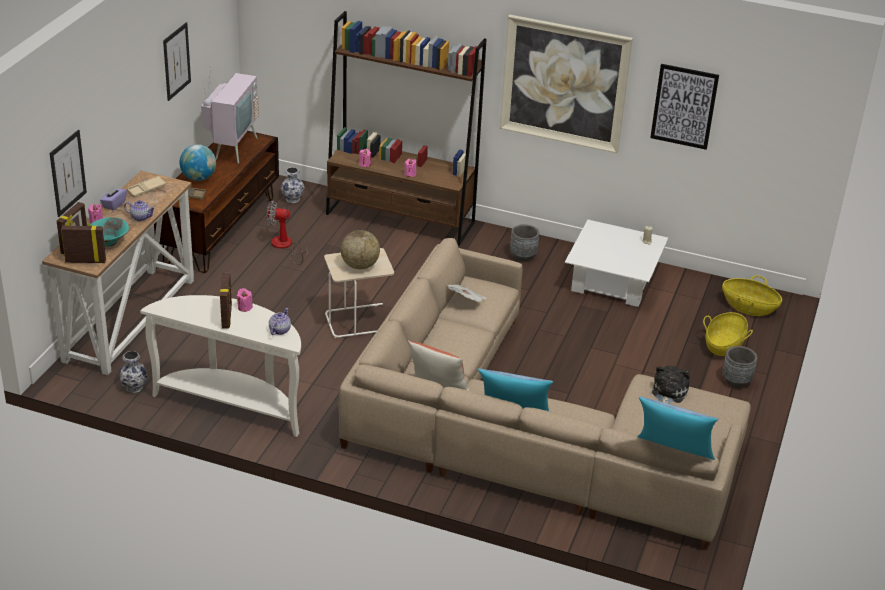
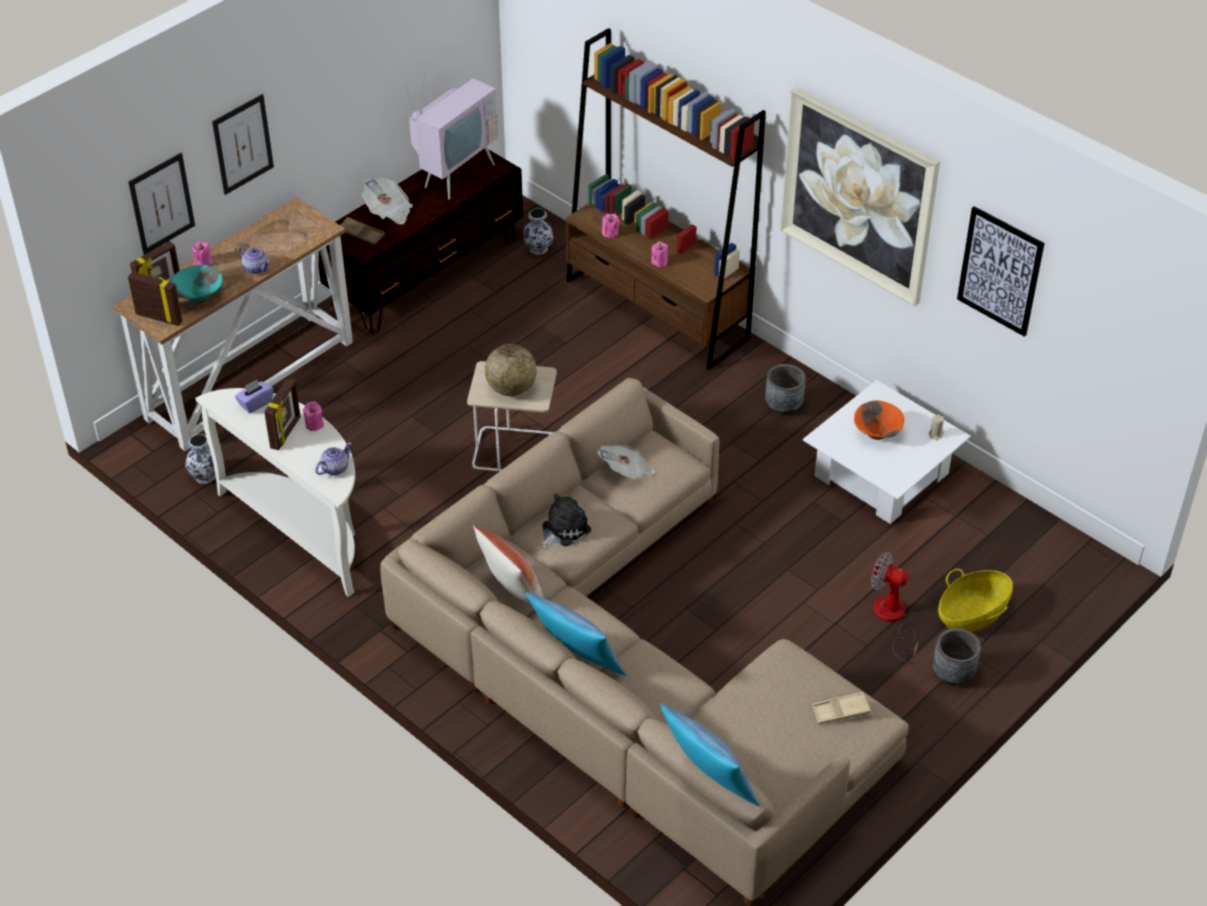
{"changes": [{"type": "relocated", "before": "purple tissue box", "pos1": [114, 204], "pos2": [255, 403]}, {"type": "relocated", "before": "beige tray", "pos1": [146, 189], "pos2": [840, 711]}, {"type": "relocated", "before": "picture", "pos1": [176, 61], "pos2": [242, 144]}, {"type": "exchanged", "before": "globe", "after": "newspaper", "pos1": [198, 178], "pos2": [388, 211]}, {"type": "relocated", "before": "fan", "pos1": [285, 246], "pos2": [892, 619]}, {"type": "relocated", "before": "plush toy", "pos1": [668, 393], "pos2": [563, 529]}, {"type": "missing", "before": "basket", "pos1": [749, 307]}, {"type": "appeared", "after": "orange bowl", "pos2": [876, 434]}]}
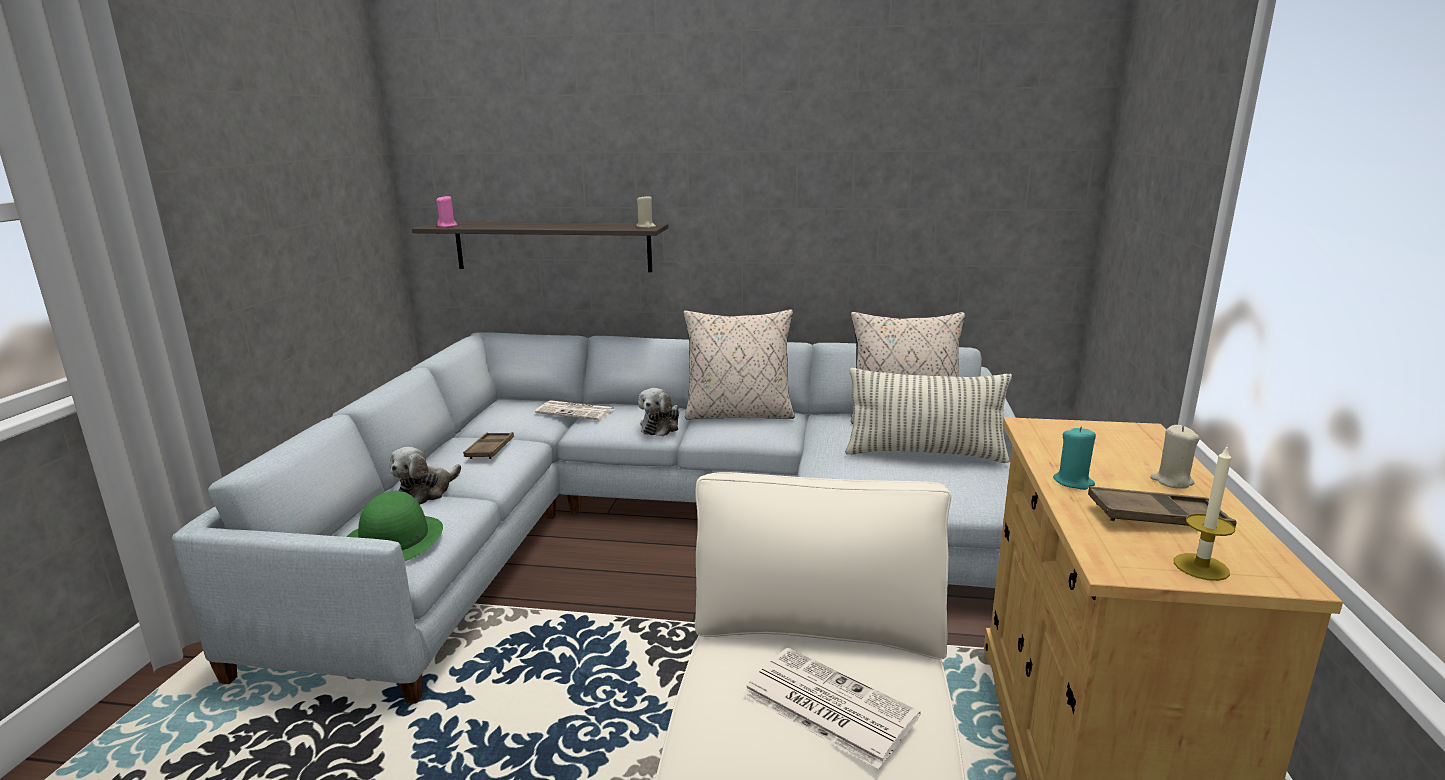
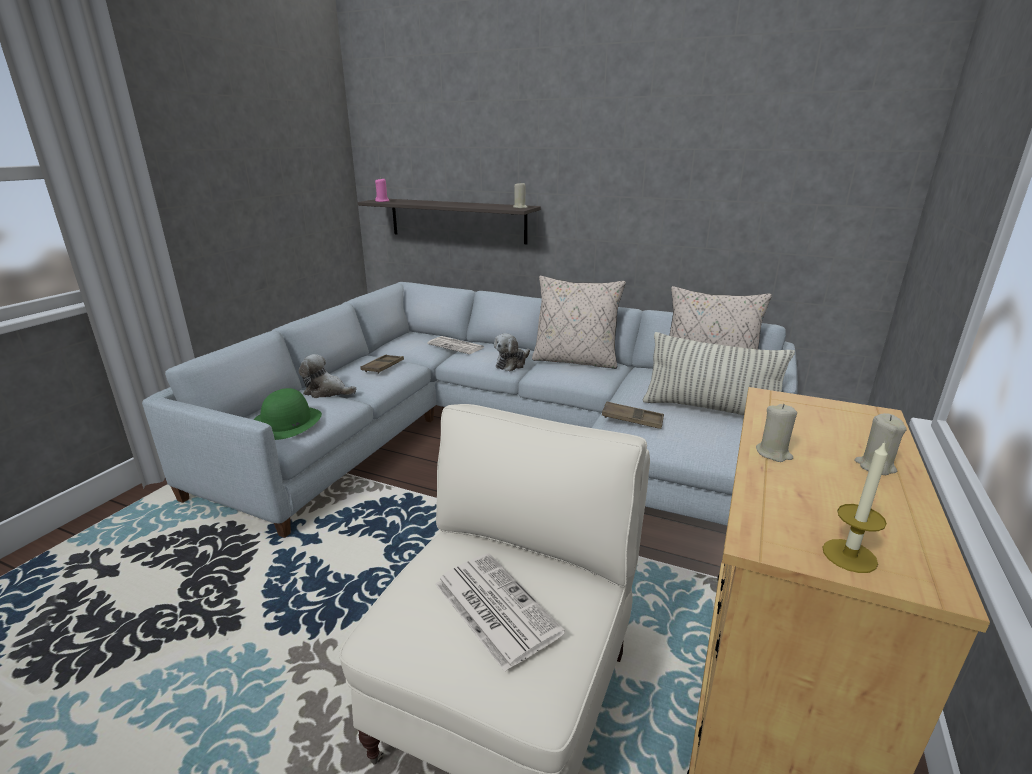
{"changes": [{"type": "spun", "before": "plush toy", "pos1": [426, 492], "pos2": [326, 391], "turn": 60}, {"type": "colour", "before": "turquoise candle", "after": "beige candle", "pos1": [1073, 482], "pos2": [773, 453]}, {"type": "relocated", "before": "brown tray", "pos1": [1157, 517], "pos2": [632, 419]}]}
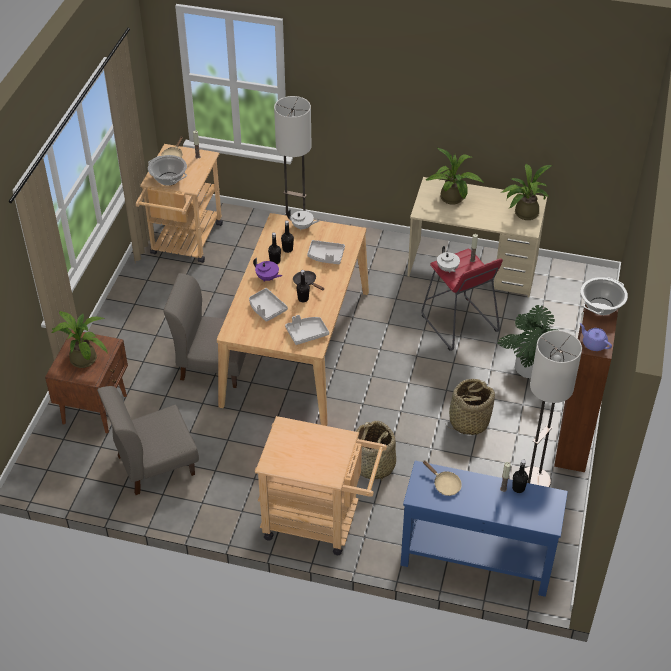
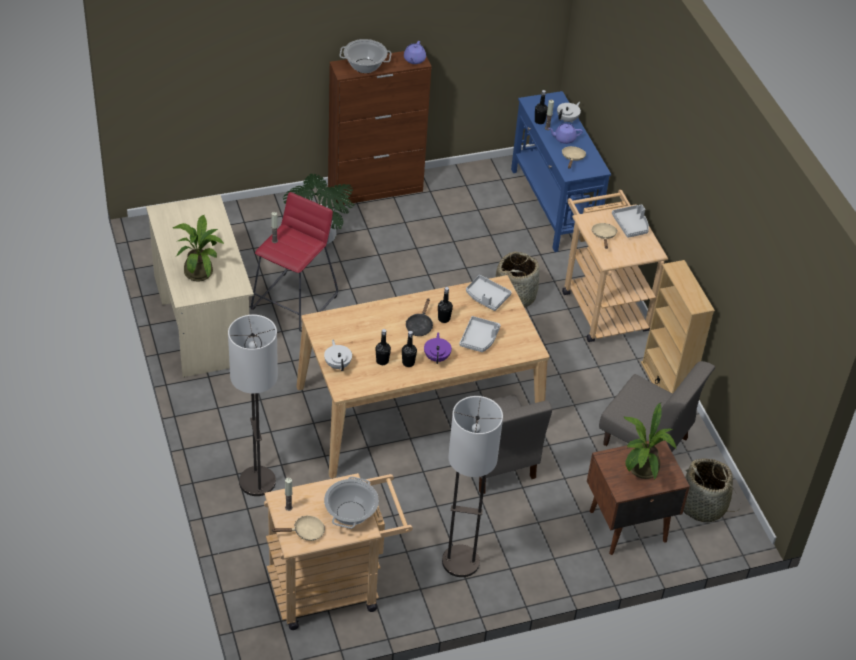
{"changes": [{"type": "relocated", "before": "grey tray", "pos1": [326, 256], "pos2": [631, 225]}, {"type": "relocated", "before": "white teapot", "pos1": [447, 269], "pos2": [567, 119]}, {"type": "relocated", "before": "basket", "pos1": [468, 421], "pos2": [703, 506]}, {"type": "missing", "before": "potted plant", "pos1": [523, 213]}, {"type": "relocated", "before": "floor lamp", "pos1": [533, 481], "pos2": [460, 562]}, {"type": "appeared", "after": "purple teapot", "pos2": [564, 138]}, {"type": "appeared", "after": "beige frying pan", "pos2": [604, 236]}, {"type": "appeared", "after": "beige bookcase", "pos2": [665, 385]}]}
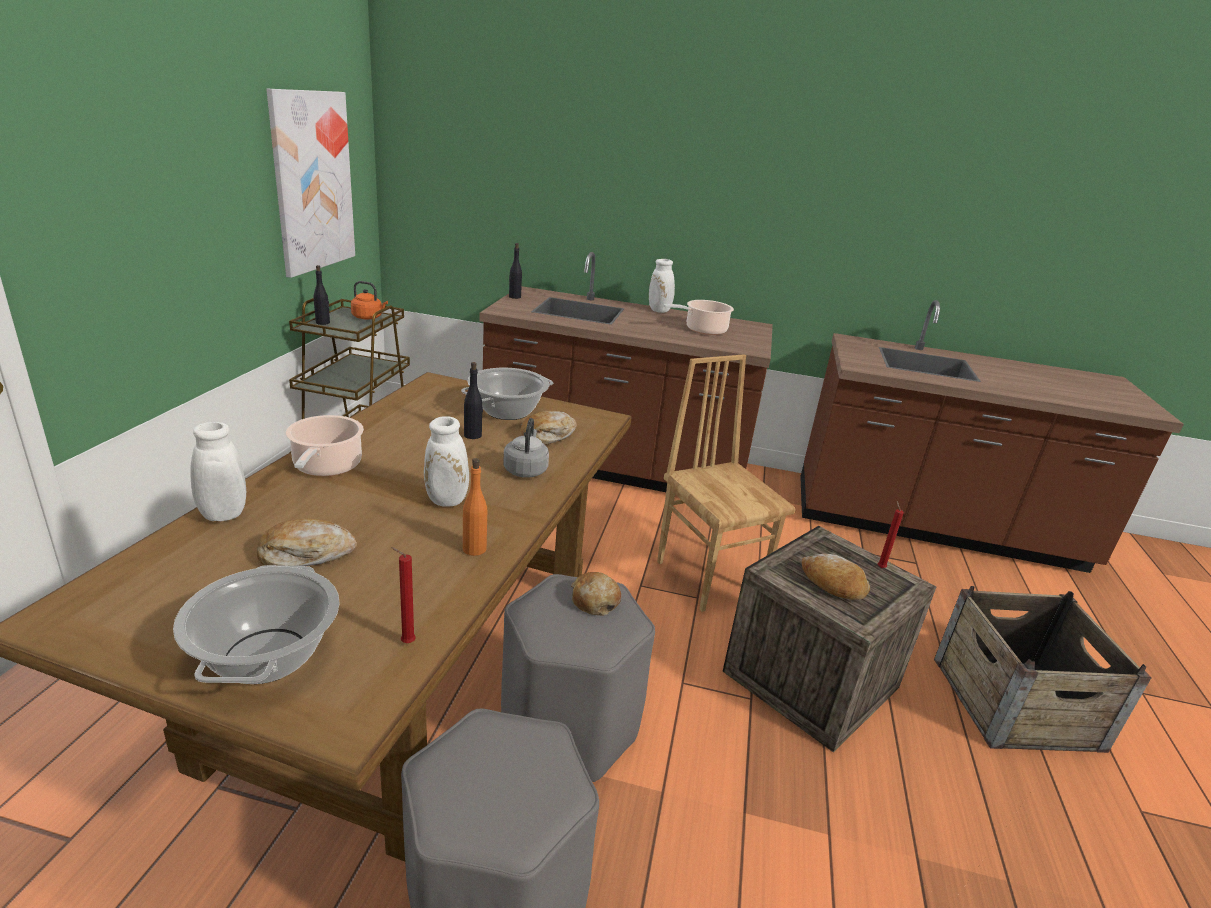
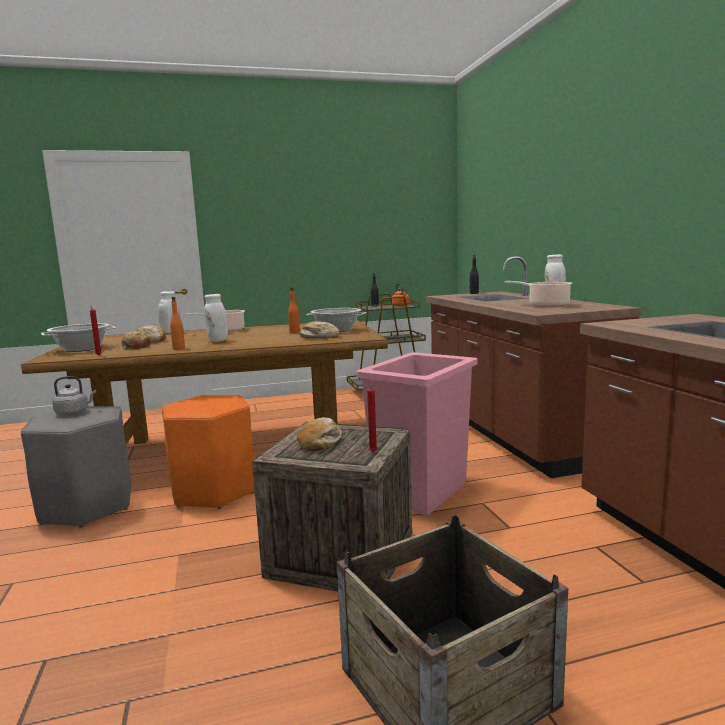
{"changes": [{"type": "missing", "before": "picture", "pos1": [312, 182]}, {"type": "colour", "before": "black bottle", "after": "orange bottle", "pos1": [473, 435], "pos2": [295, 332]}, {"type": "colour", "before": "grey stool", "after": "orange stool", "pos1": [569, 729], "pos2": [213, 491]}, {"type": "relocated", "before": "grey kettle", "pos1": [526, 470], "pos2": [74, 413]}, {"type": "relocated", "before": "bread", "pos1": [594, 601], "pos2": [136, 347]}, {"type": "exchanged", "before": "brown chair", "after": "pink trash can", "pos1": [710, 577], "pos2": [422, 491]}]}
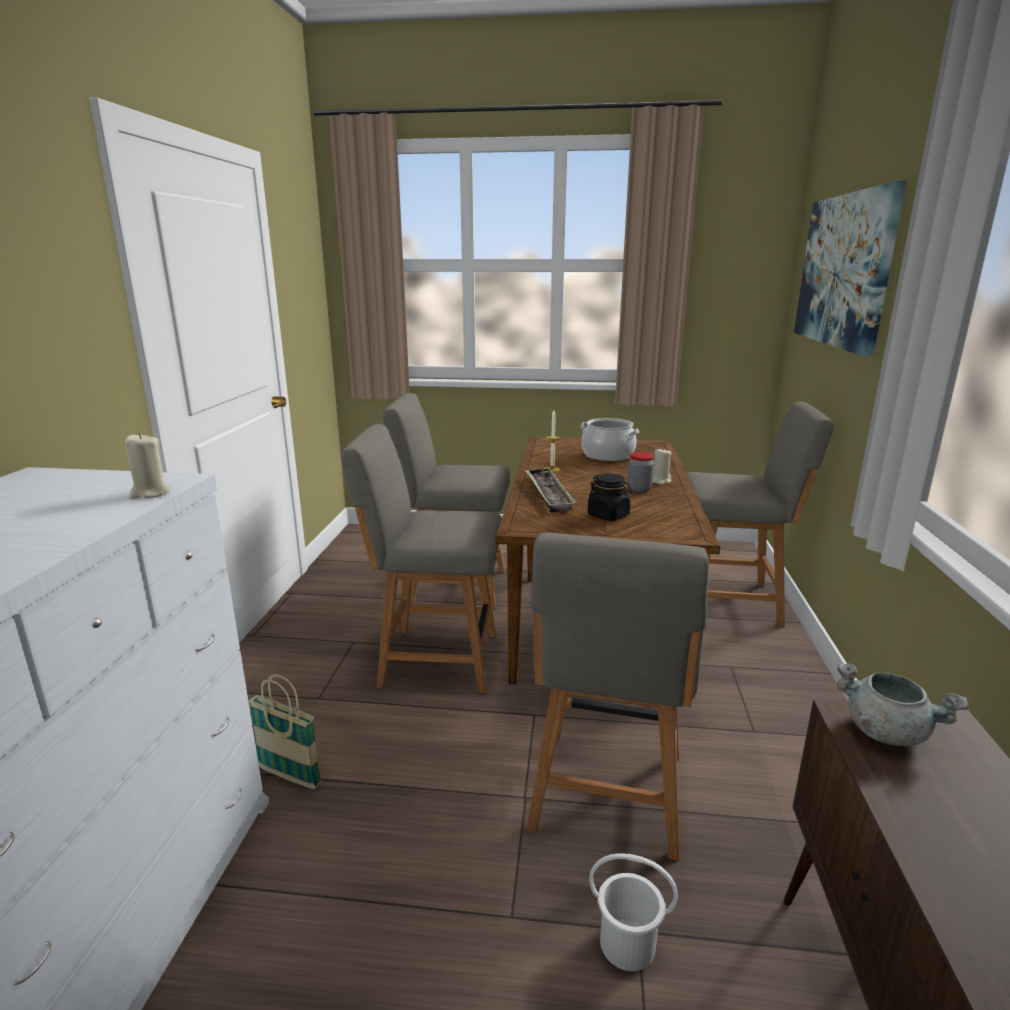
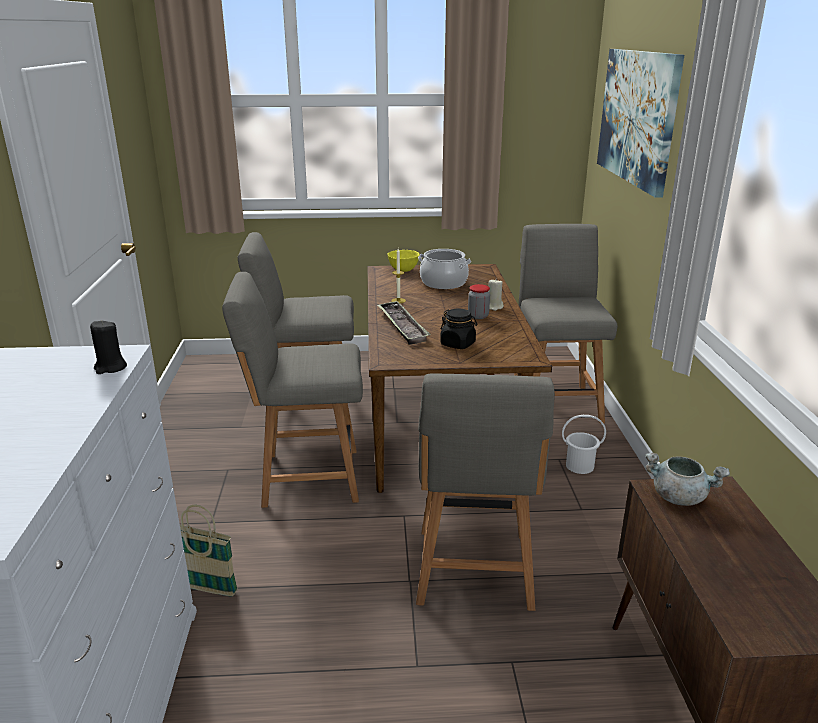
{"changes": [{"type": "colour", "before": "beige candle", "after": "black candle", "pos1": [150, 493], "pos2": [110, 368]}, {"type": "relocated", "before": "white bucket", "pos1": [627, 943], "pos2": [579, 465]}, {"type": "spun", "before": "grey chair", "pos1": [732, 601], "pos2": [554, 403], "turn": -90}, {"type": "appeared", "after": "yellow bowl", "pos2": [403, 270]}]}
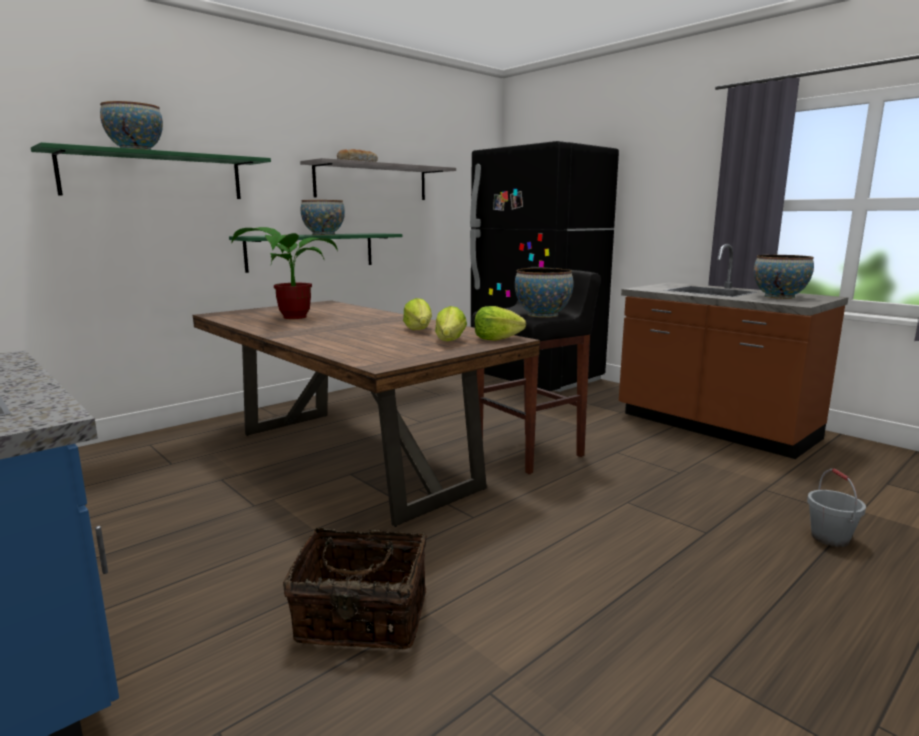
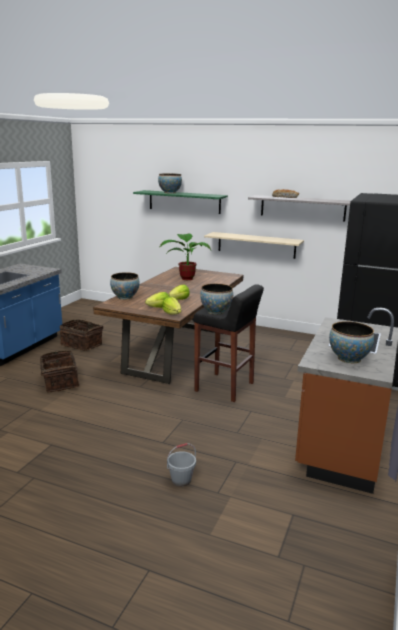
{"changes": [{"type": "colour", "before": "green shelf", "after": "beige shelf", "pos1": [311, 251], "pos2": [256, 245]}, {"type": "relocated", "before": "bowl", "pos1": [323, 234], "pos2": [125, 297]}, {"type": "appeared", "after": "basket", "pos2": [82, 344]}]}
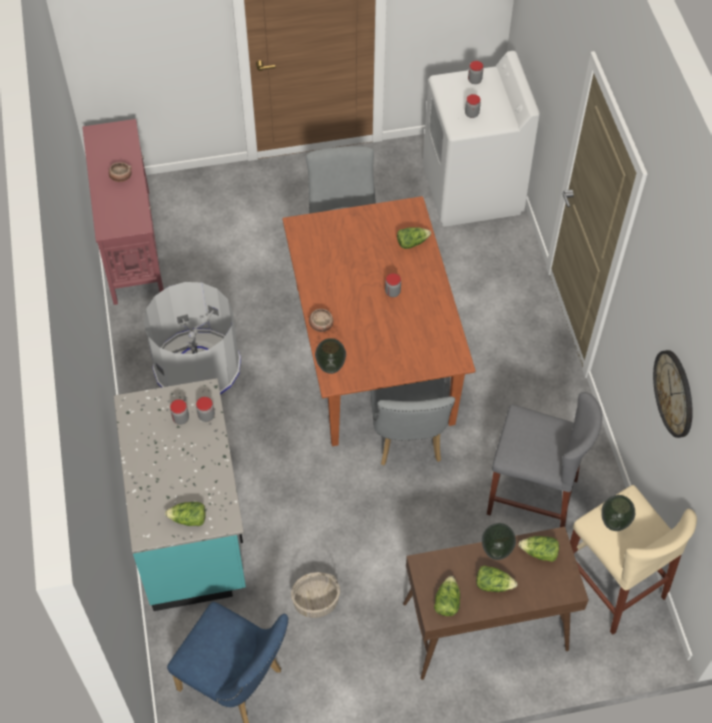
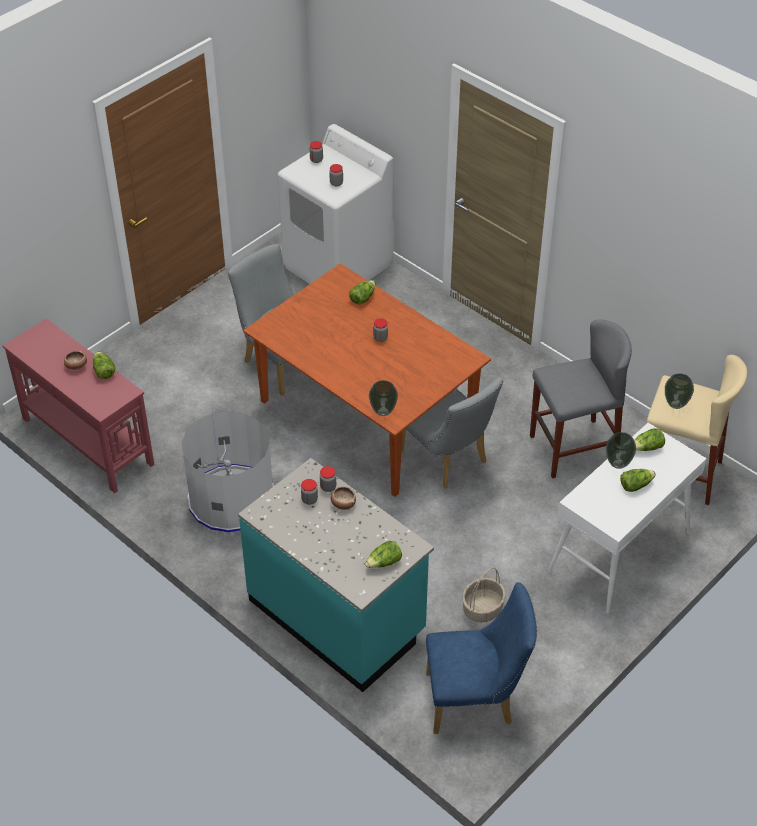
{"changes": [{"type": "relocated", "before": "bowl", "pos1": [321, 324], "pos2": [343, 503]}, {"type": "colour", "before": "brown console table", "after": "white console table", "pos1": [484, 627], "pos2": [619, 553]}, {"type": "relocated", "before": "lettuce", "pos1": [446, 601], "pos2": [103, 371]}, {"type": "missing", "before": "wall clock", "pos1": [674, 393]}]}
